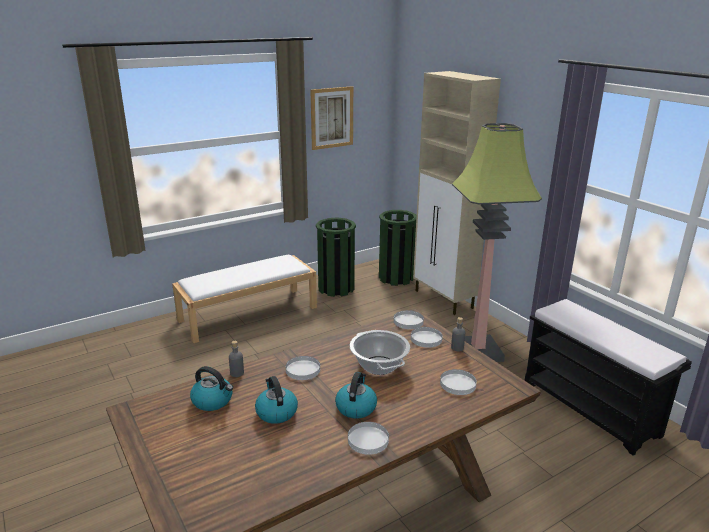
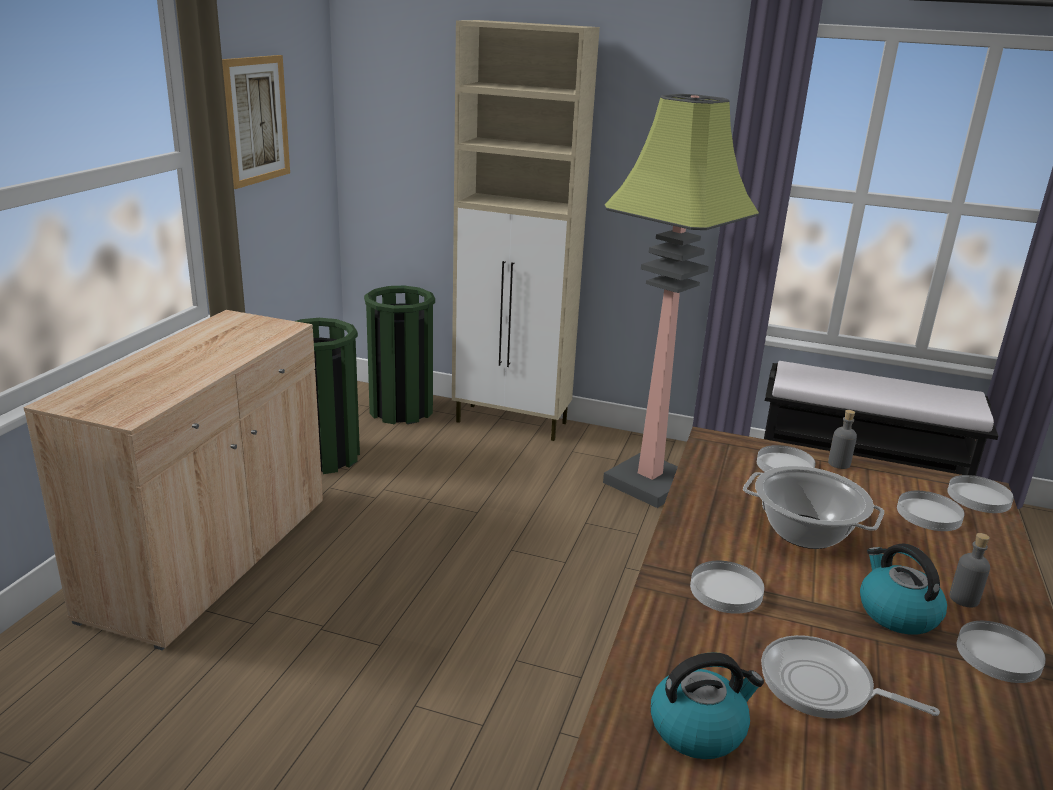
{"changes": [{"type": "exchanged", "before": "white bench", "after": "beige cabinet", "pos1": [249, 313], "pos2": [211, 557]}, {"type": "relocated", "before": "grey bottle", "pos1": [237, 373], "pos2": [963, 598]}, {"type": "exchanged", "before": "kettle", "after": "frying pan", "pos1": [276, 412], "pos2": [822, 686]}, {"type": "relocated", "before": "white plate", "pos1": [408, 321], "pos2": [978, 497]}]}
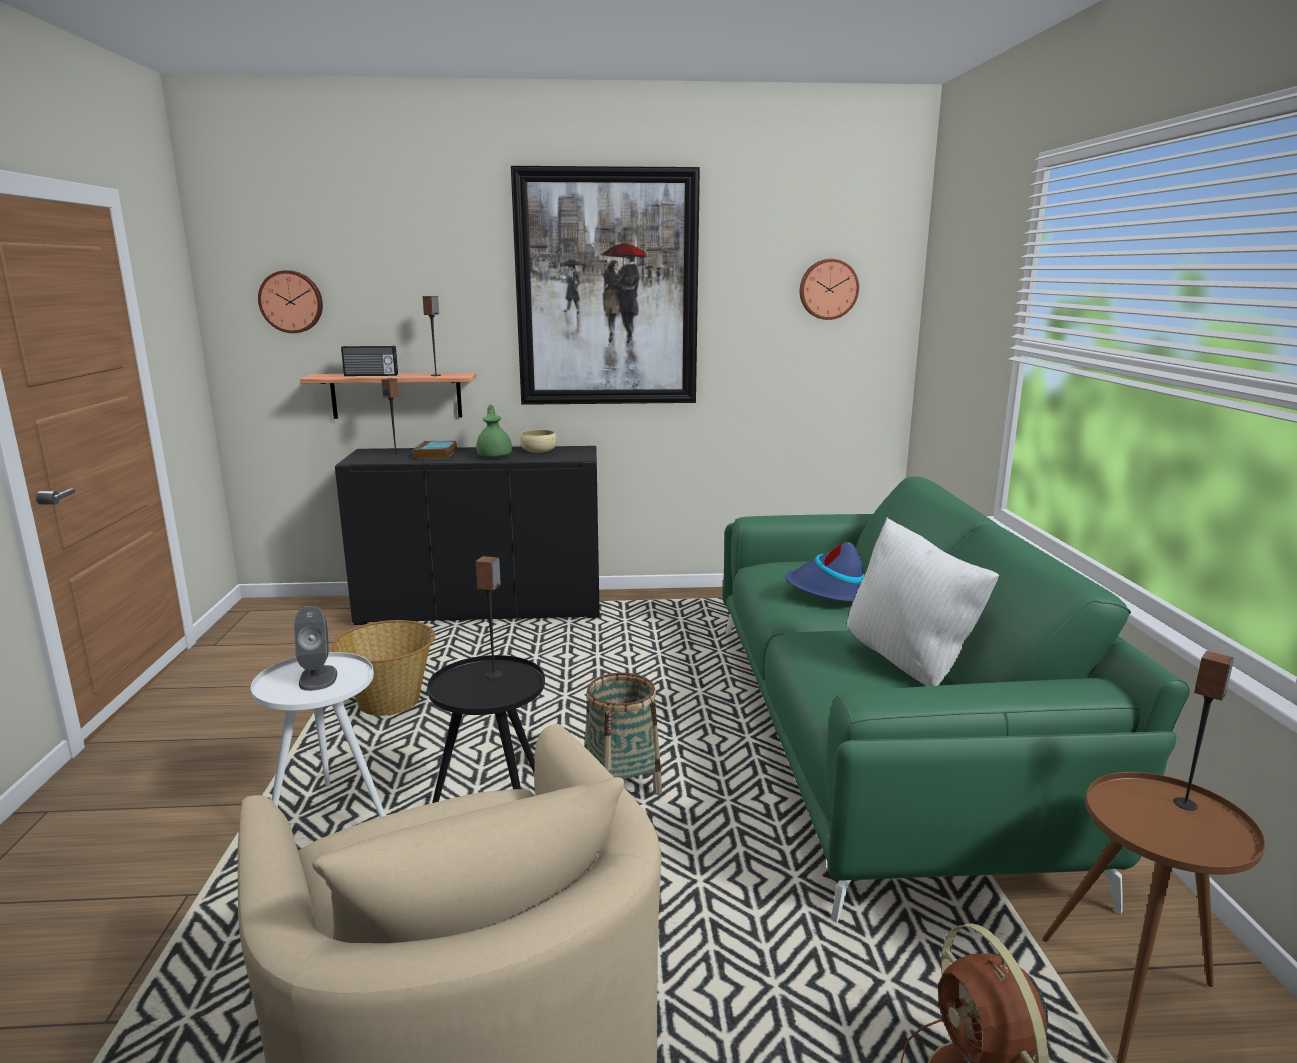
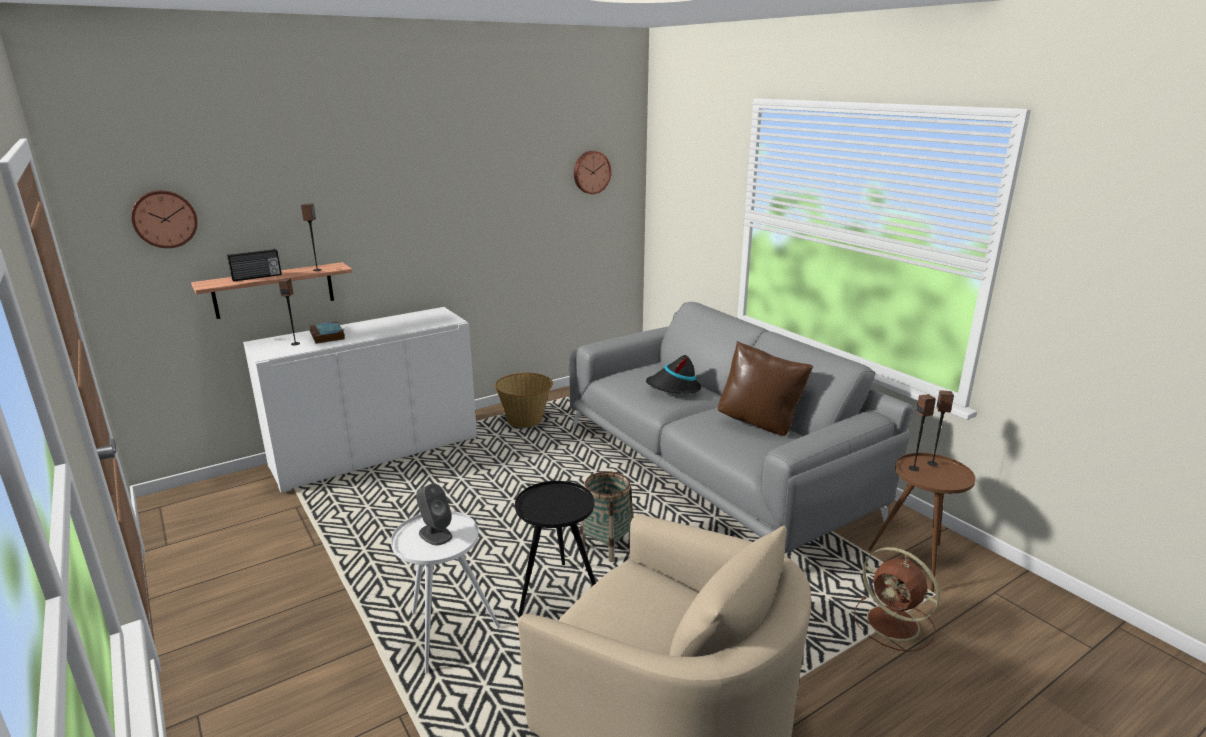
{"changes": [{"type": "relocated", "before": "basket", "pos1": [390, 702], "pos2": [525, 420]}, {"type": "colour", "before": "black cabinet", "after": "white cabinet", "pos1": [482, 608], "pos2": [376, 452]}, {"type": "relocated", "before": "speaker", "pos1": [494, 674], "pos2": [914, 468]}, {"type": "missing", "before": "green teapot", "pos1": [495, 455]}, {"type": "missing", "before": "picture", "pos1": [607, 289]}, {"type": "missing", "before": "beige bowl", "pos1": [539, 451]}, {"type": "colour", "before": "green sofa", "after": "grey sofa", "pos1": [877, 735], "pos2": [715, 470]}, {"type": "colour", "before": "blue hat", "after": "black hat", "pos1": [828, 591], "pos2": [673, 388]}, {"type": "colour", "before": "white pillow", "after": "brown pillow", "pos1": [910, 664], "pos2": [760, 424]}]}
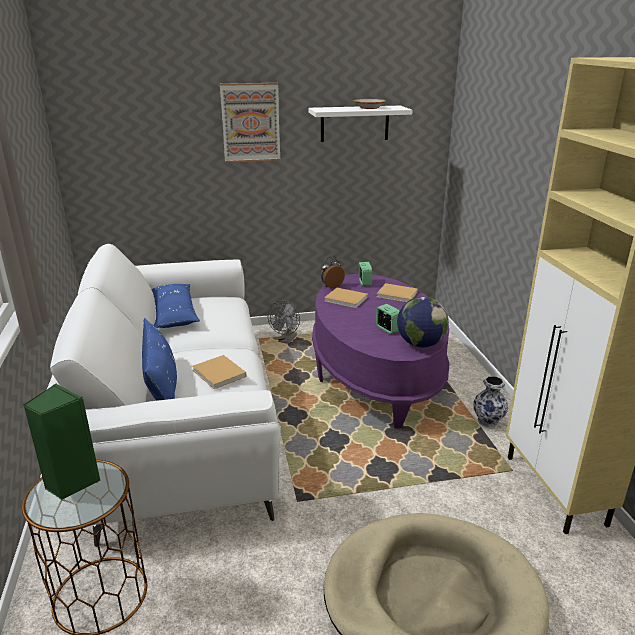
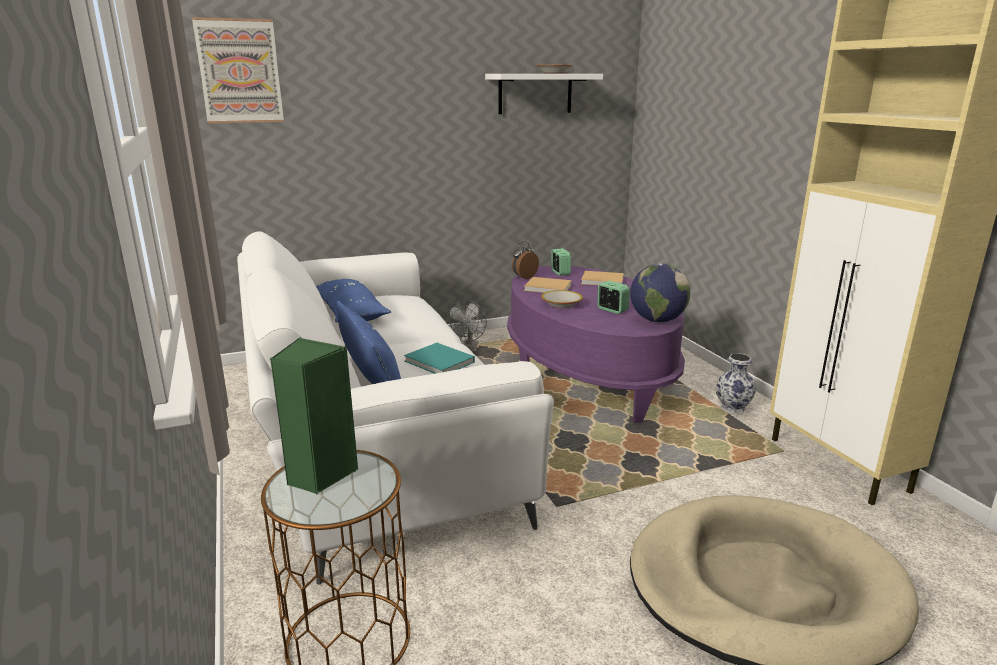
{"changes": [{"type": "colour", "before": "beige book", "after": "turquoise book", "pos1": [220, 374], "pos2": [440, 362]}, {"type": "relocated", "before": "picture", "pos1": [250, 122], "pos2": [239, 71]}, {"type": "appeared", "after": "bowl", "pos2": [561, 304]}]}
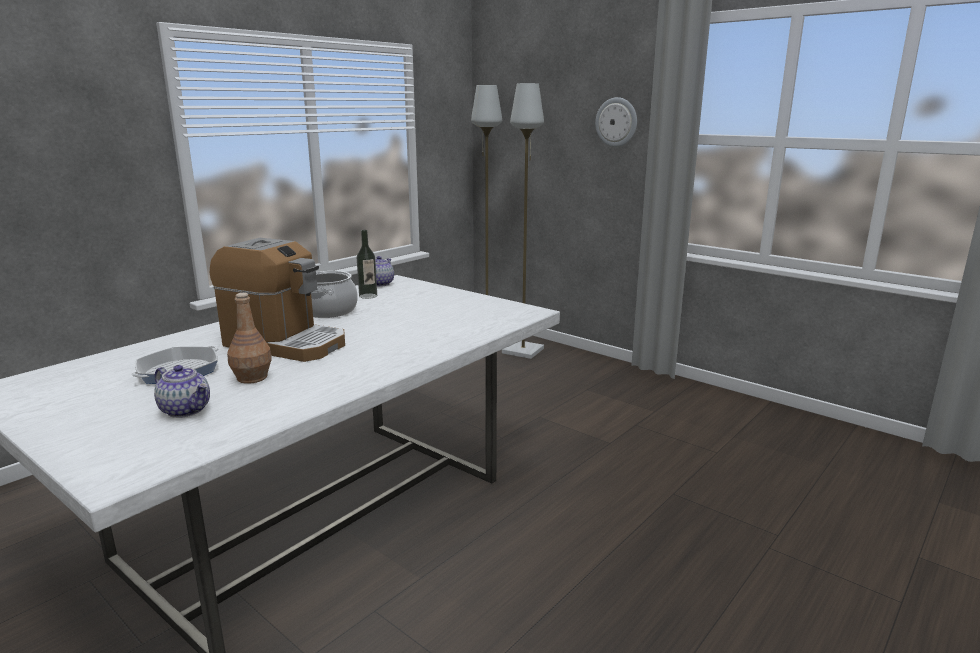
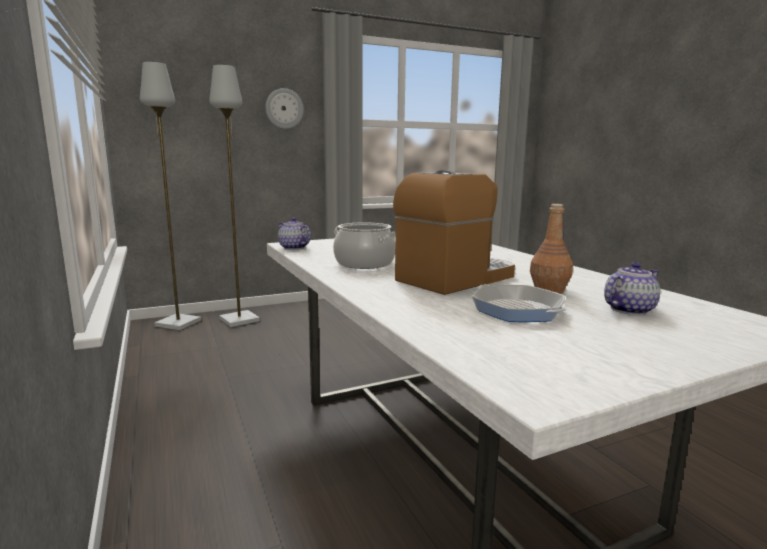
{"changes": [{"type": "missing", "before": "bottle", "pos1": [368, 296]}]}
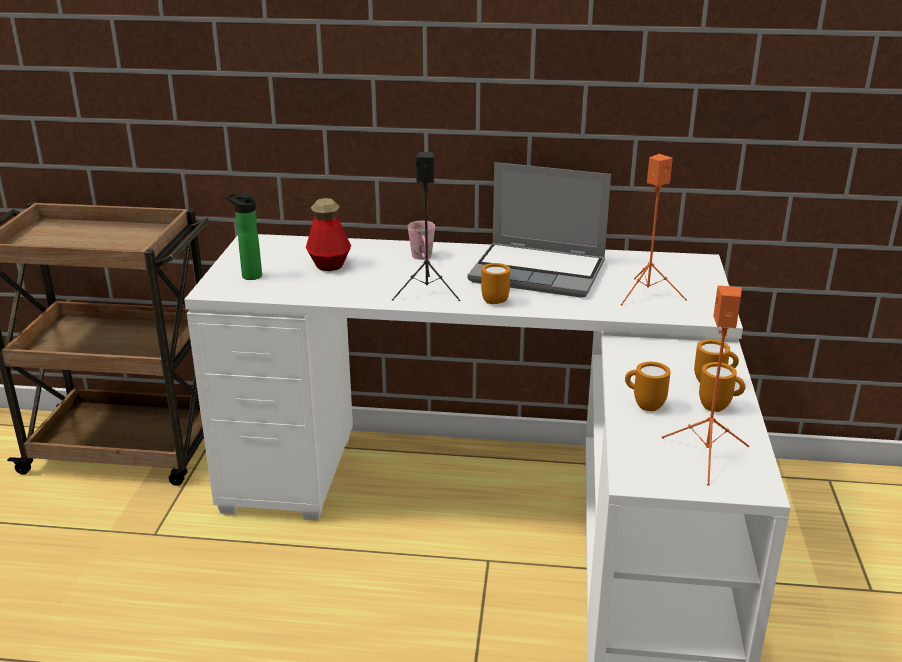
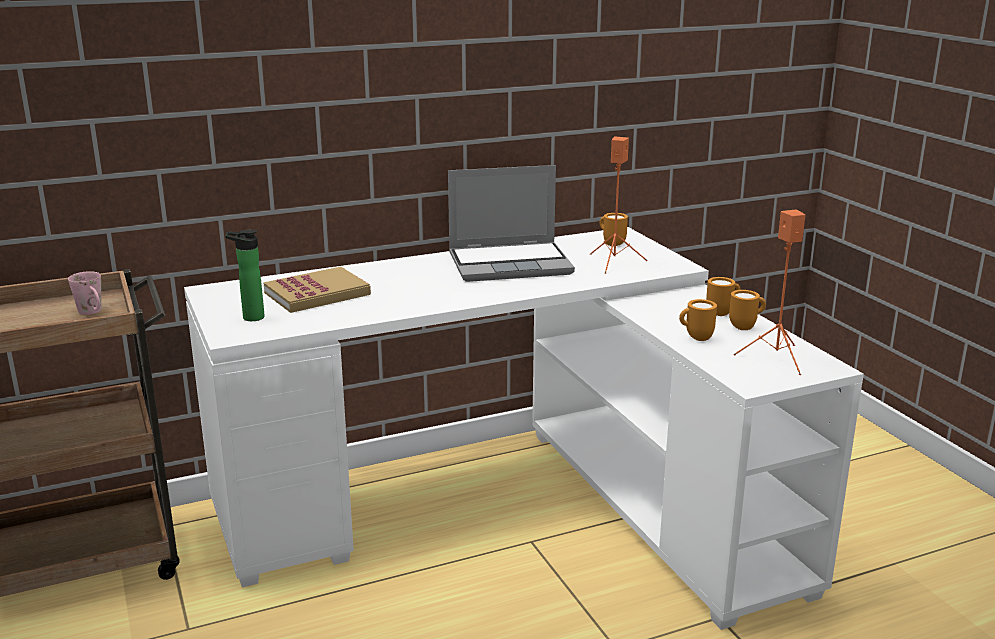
{"changes": [{"type": "exchanged", "before": "bottle", "after": "book", "pos1": [329, 264], "pos2": [317, 294]}, {"type": "missing", "before": "black speaker", "pos1": [428, 292]}, {"type": "relocated", "before": "pink mug", "pos1": [423, 258], "pos2": [93, 312]}, {"type": "relocated", "before": "orange mug", "pos1": [493, 299], "pos2": [611, 244]}]}
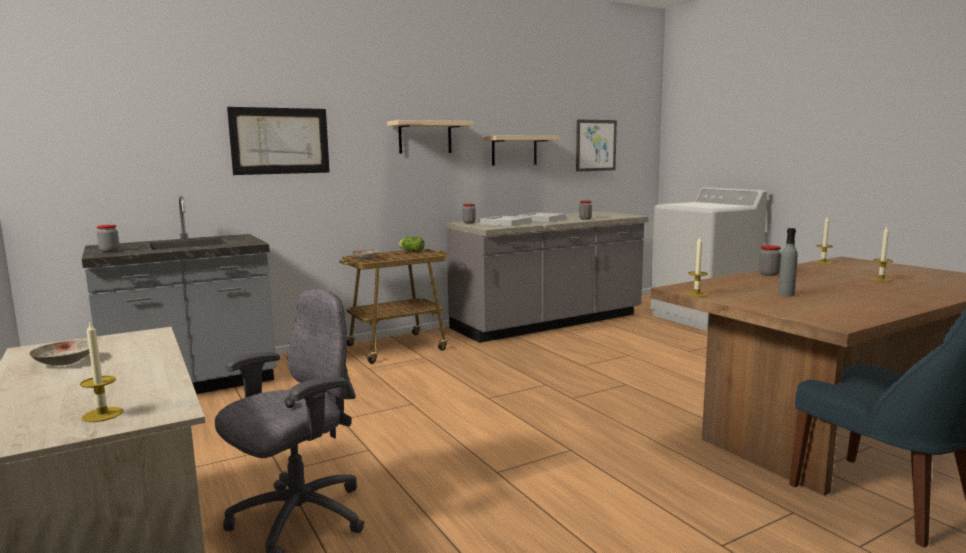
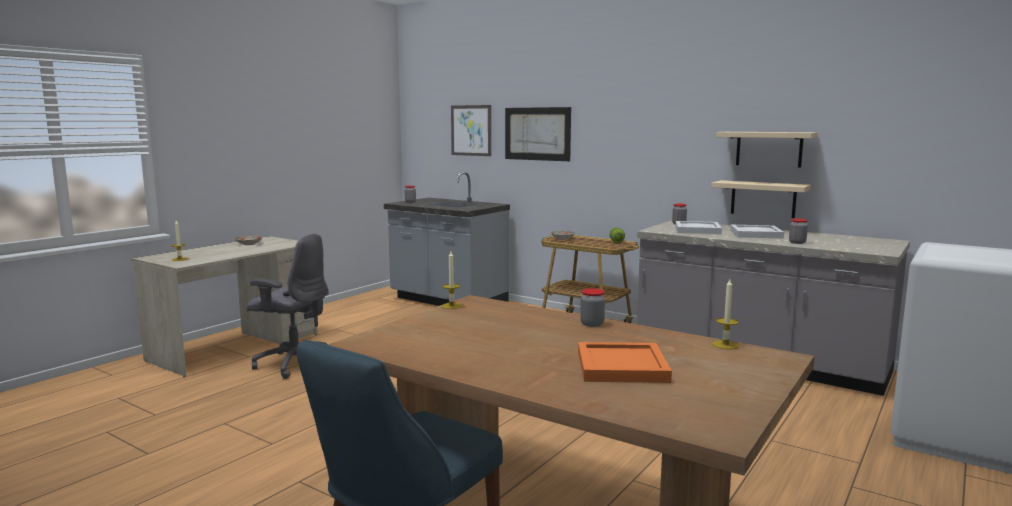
{"changes": [{"type": "relocated", "before": "beige shelf", "pos1": [425, 137], "pos2": [763, 199]}, {"type": "relocated", "before": "picture", "pos1": [596, 145], "pos2": [471, 130]}, {"type": "missing", "before": "grey bottle", "pos1": [786, 294]}, {"type": "exchanged", "before": "candle", "after": "orange tray", "pos1": [881, 279], "pos2": [622, 366]}]}
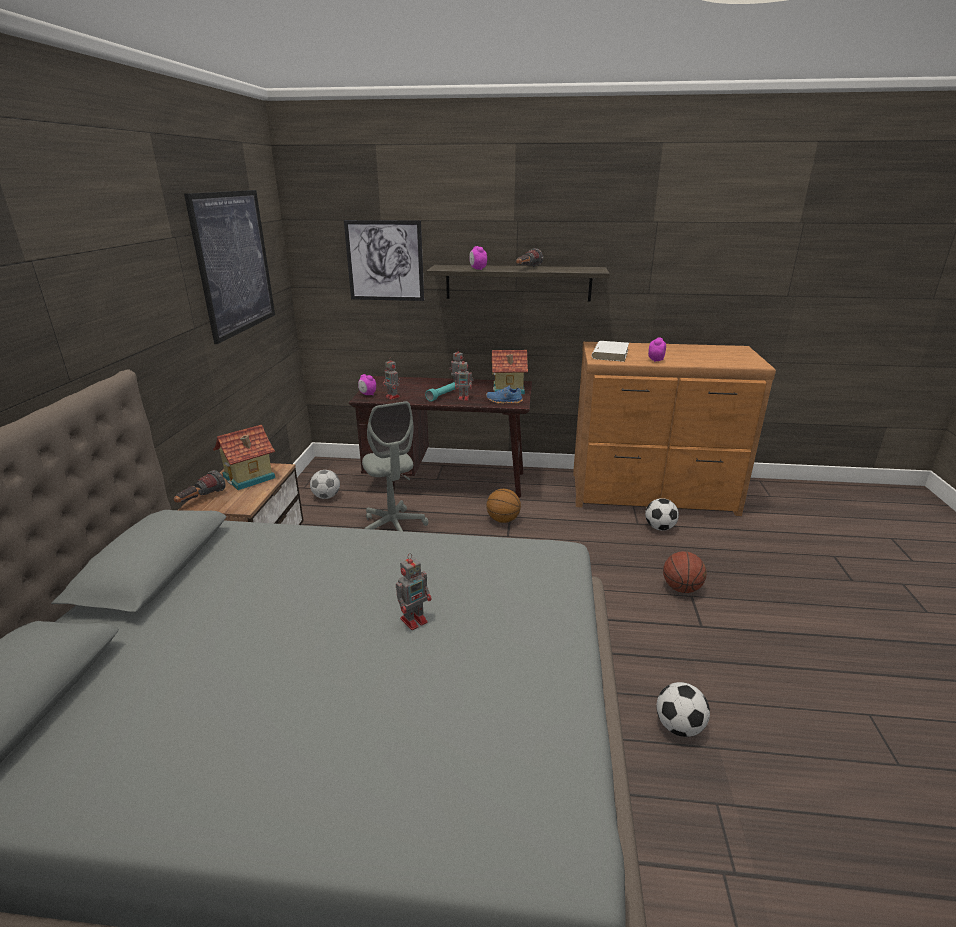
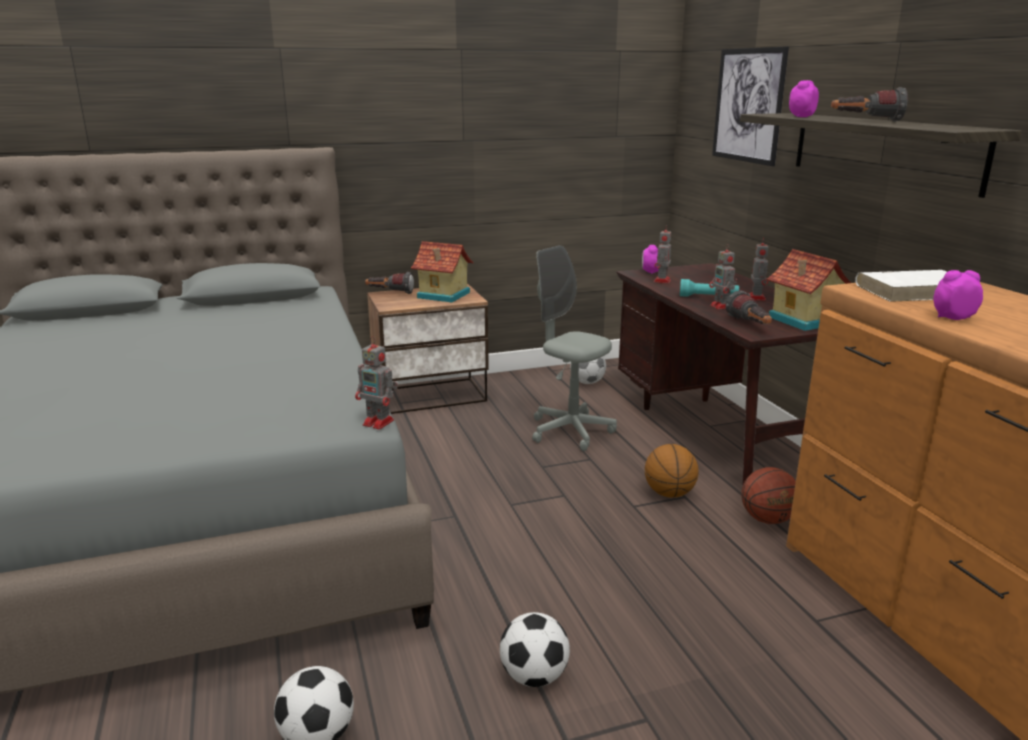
{"changes": [{"type": "missing", "before": "picture", "pos1": [234, 263]}, {"type": "spun", "before": "grey office chair", "pos1": [393, 527], "pos2": [570, 431], "turn": 90}, {"type": "relocated", "before": "toy robot", "pos1": [415, 619], "pos2": [379, 423]}, {"type": "exchanged", "before": "blue shoe", "after": "flashlight", "pos1": [504, 401], "pos2": [750, 325]}, {"type": "relocated", "before": "football", "pos1": [659, 528], "pos2": [534, 676]}, {"type": "relocated", "before": "basketball", "pos1": [681, 588], "pos2": [767, 520]}]}
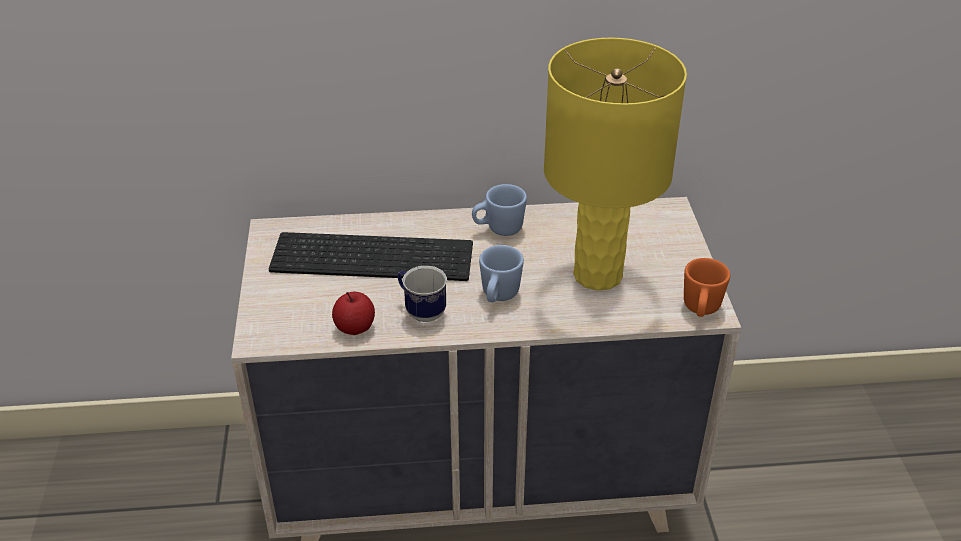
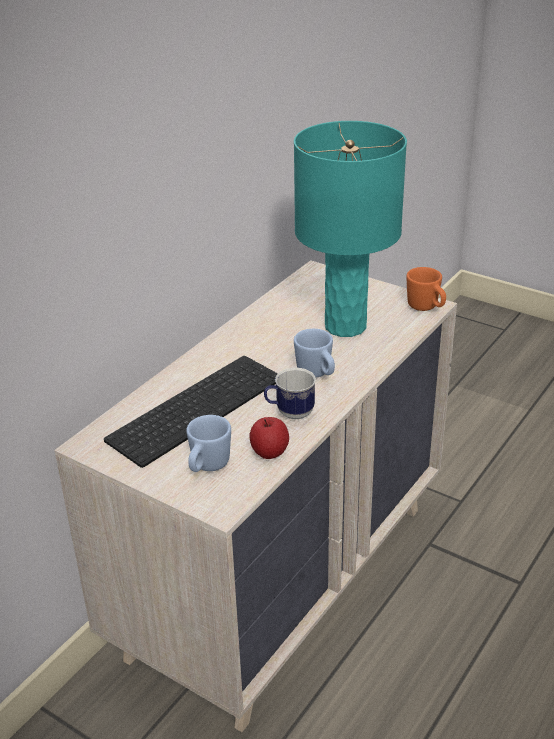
{"changes": [{"type": "relocated", "before": "blue mug", "pos1": [498, 229], "pos2": [207, 467]}, {"type": "colour", "before": "yellow table lamp", "after": "turquoise table lamp", "pos1": [597, 274], "pos2": [344, 326]}]}
